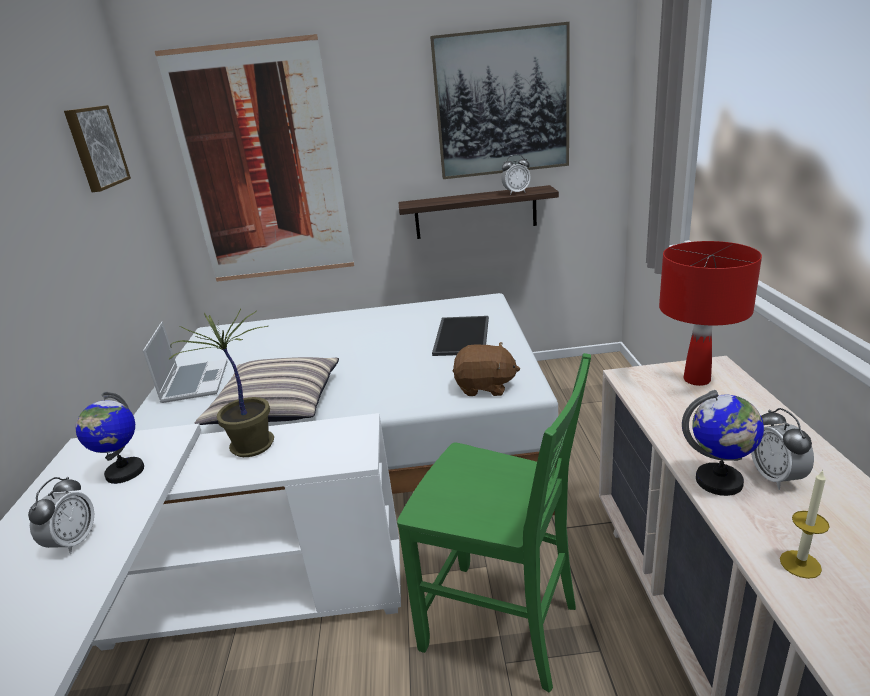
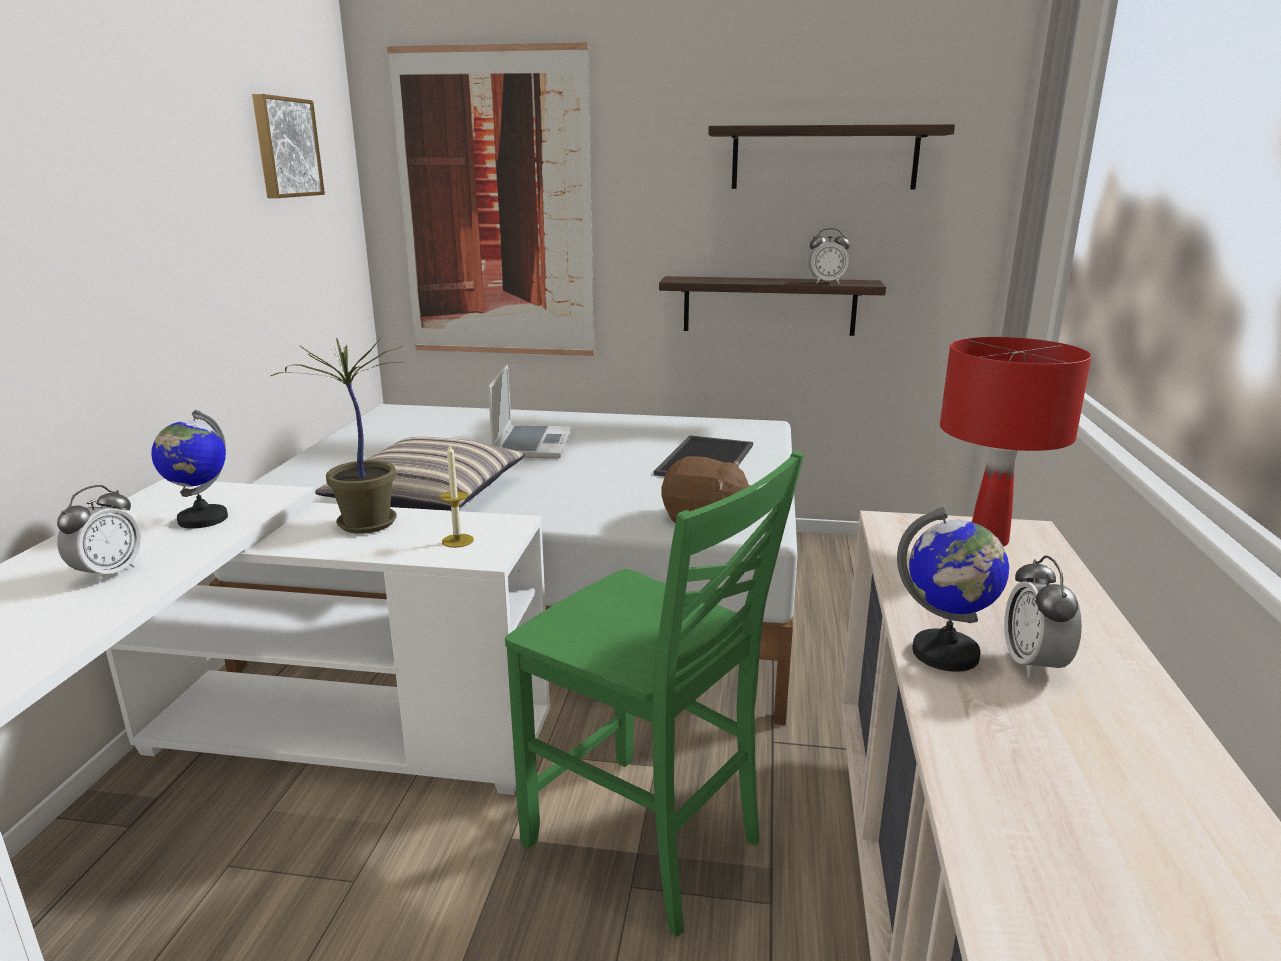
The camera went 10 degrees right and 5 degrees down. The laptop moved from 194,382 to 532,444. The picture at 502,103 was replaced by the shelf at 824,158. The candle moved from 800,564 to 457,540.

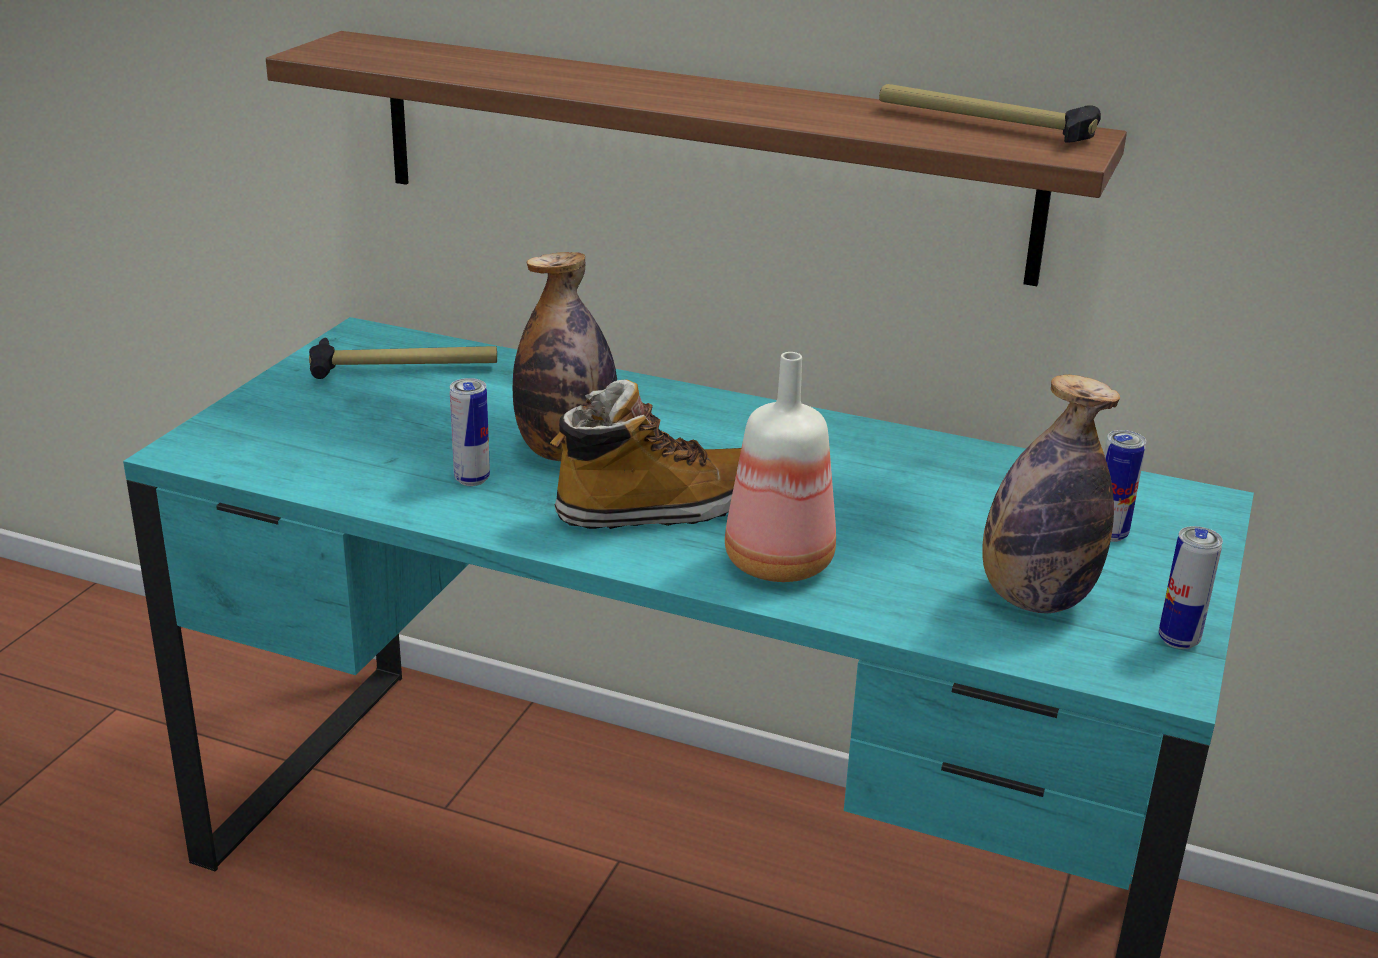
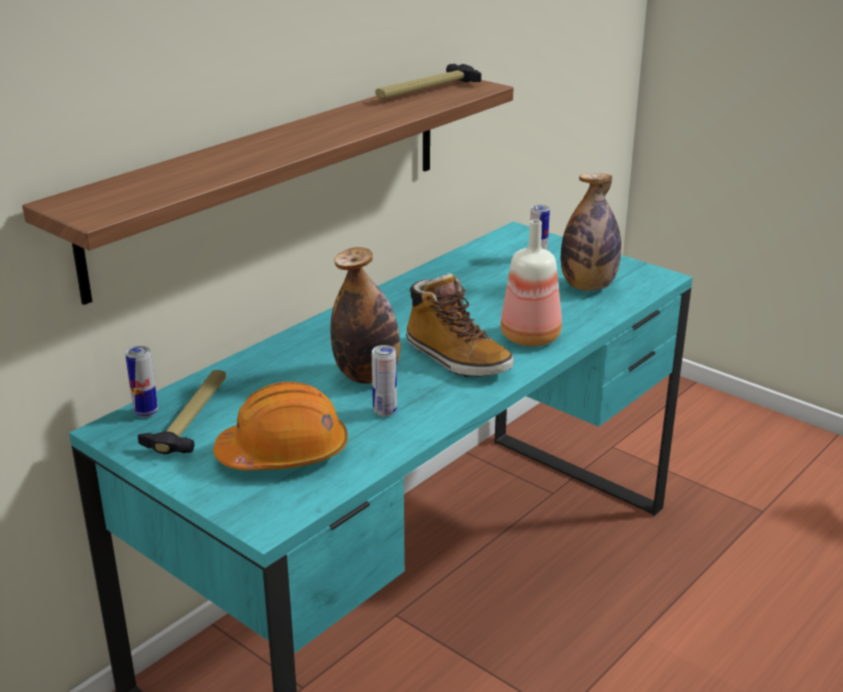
The camera went 70 degrees left and 0 degrees up. The boot at 658,509 turned 135 degrees clockwise. The can moved from 1178,640 to 146,412. The hard hat in orange at 284,453 appeared.

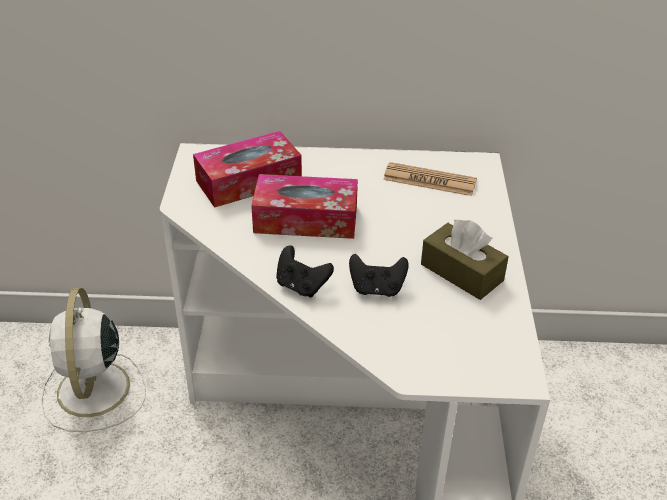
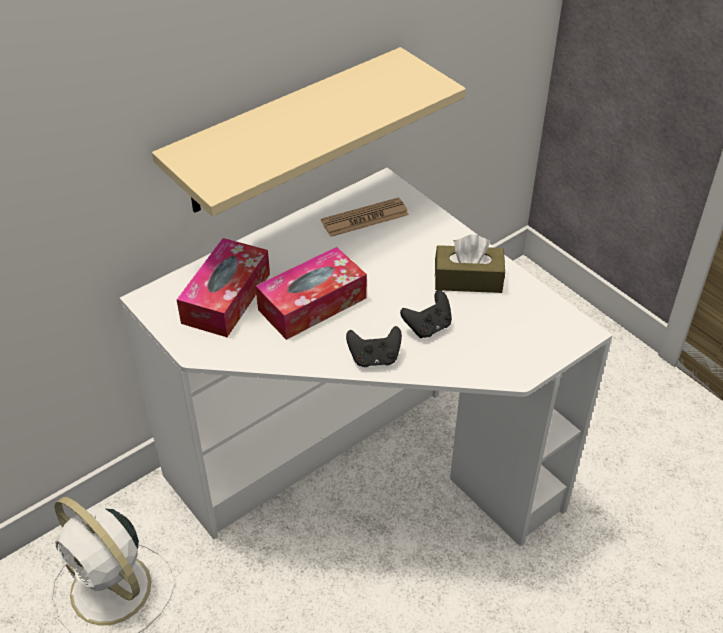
The camera went 40 degrees left and 5 degrees up. The shelf in beige at 286,132 appeared.

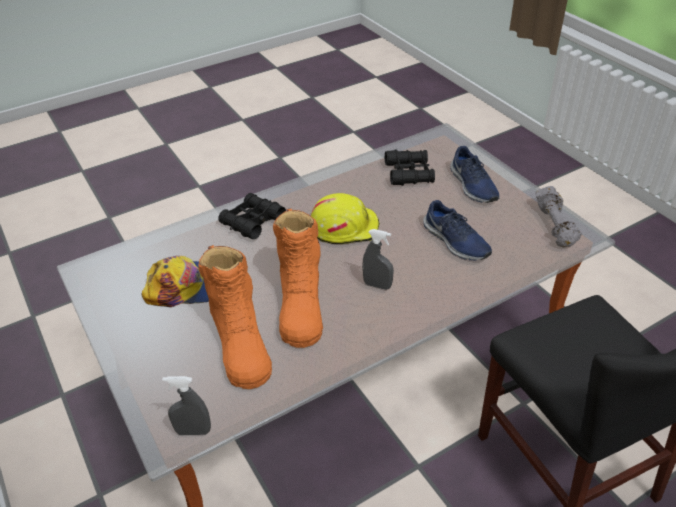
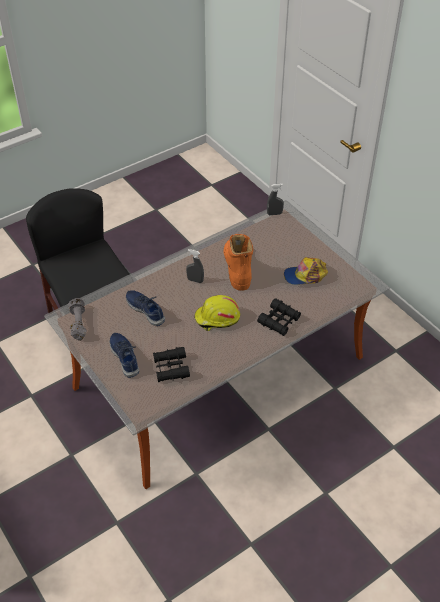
The camera went 175 degrees right and 5 degrees up. The boot in orange at 240,343 disappeared.

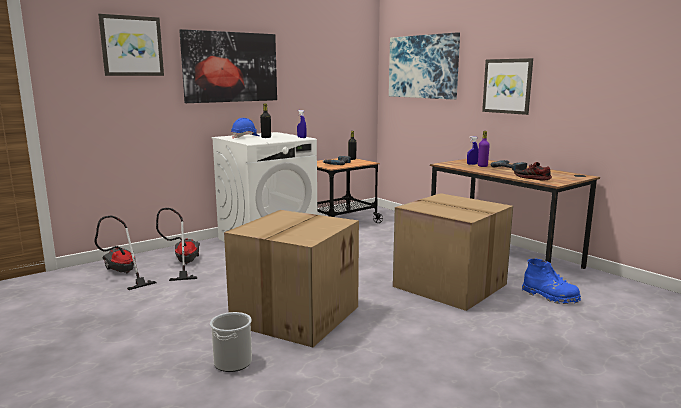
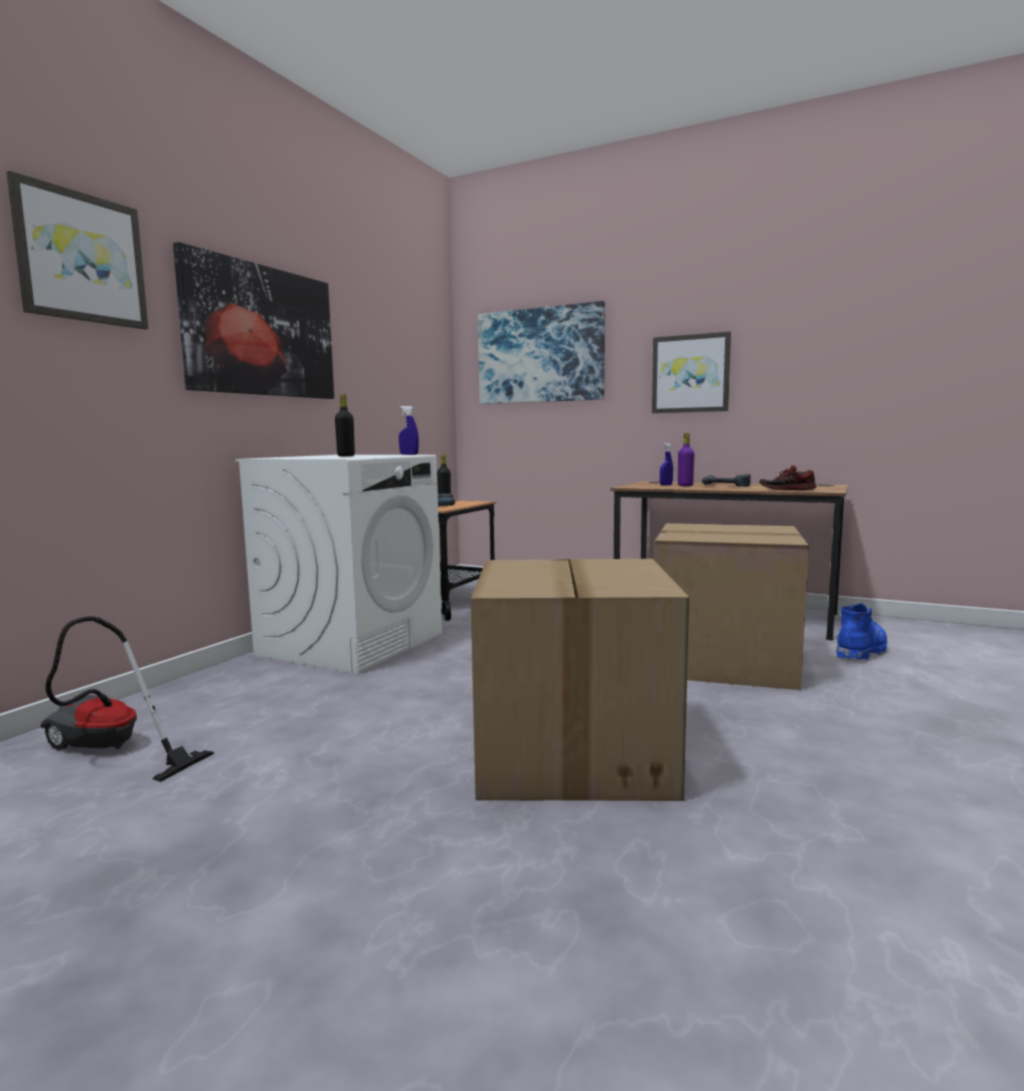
The camera went 25 degrees left and 5 degrees down. The vacuum cleaner at 183,264 disappeared. The bucket at 233,362 disappeared. The hard hat in blue at 245,137 disappeared. The boot in blue at 550,297 turned 60 degrees counterclockwise.

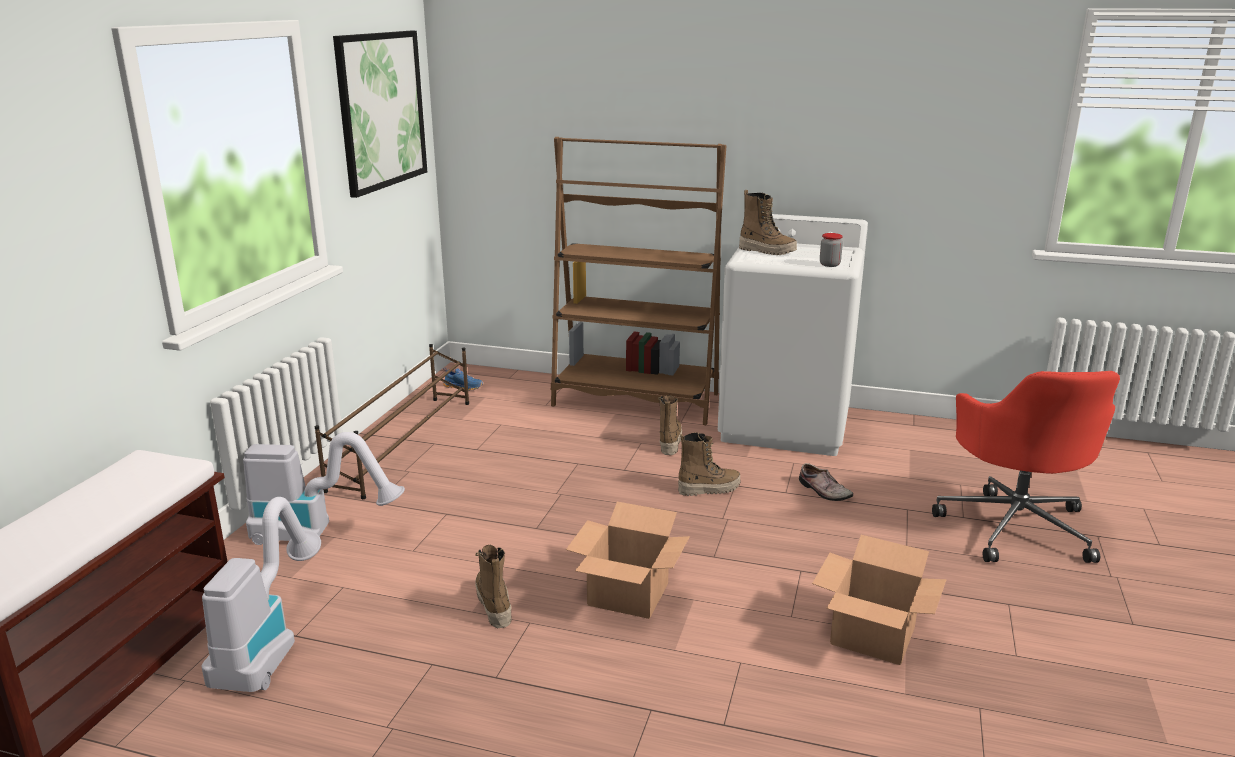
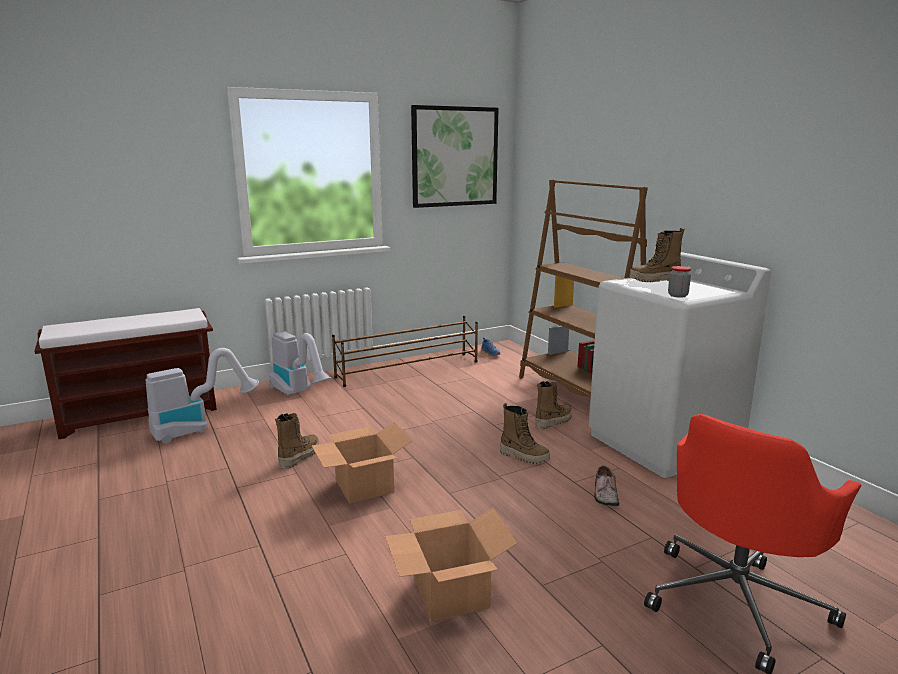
The camera went 45 degrees right and 5 degrees down. The boot at 767,251 turned 90 degrees clockwise.

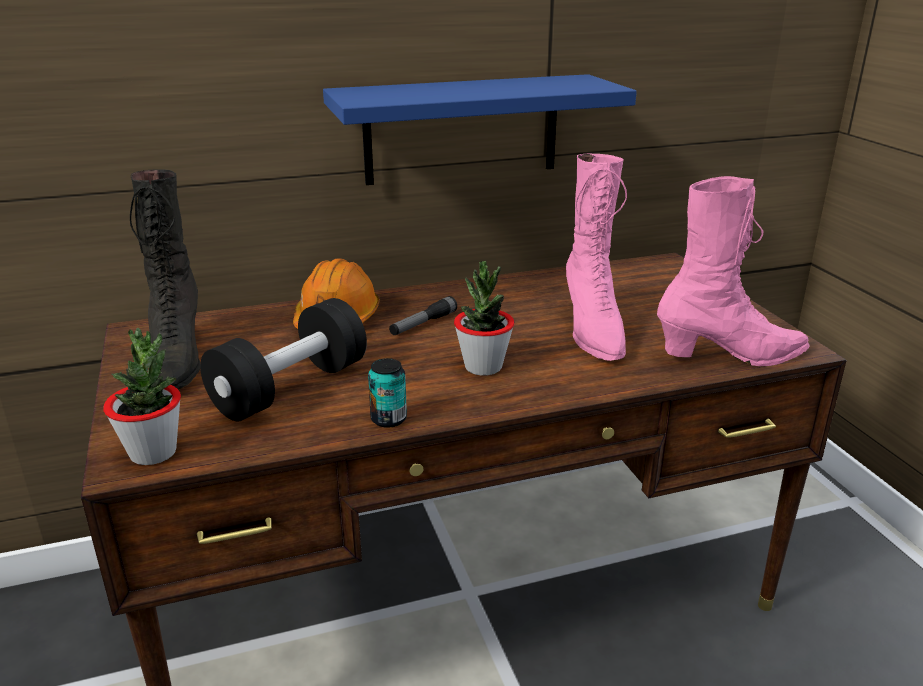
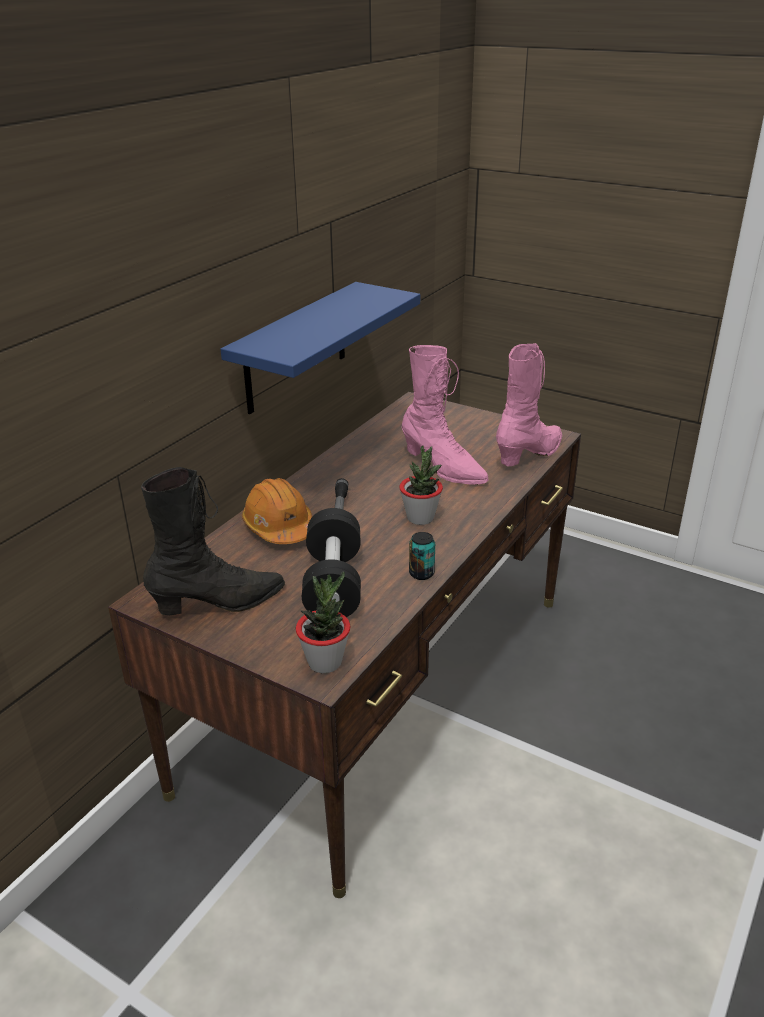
The camera went 40 degrees left and 5 degrees up. The boot in black at 176,358 turned 60 degrees counterclockwise.

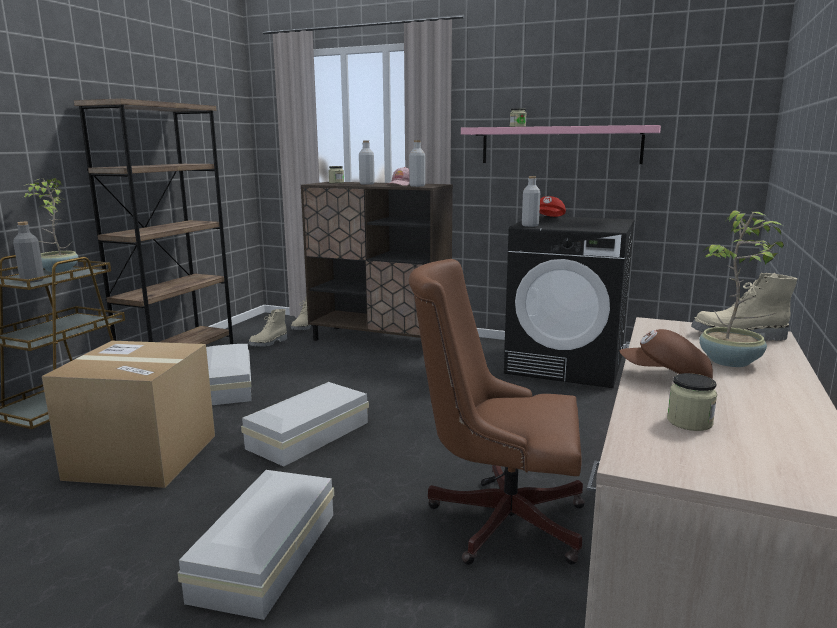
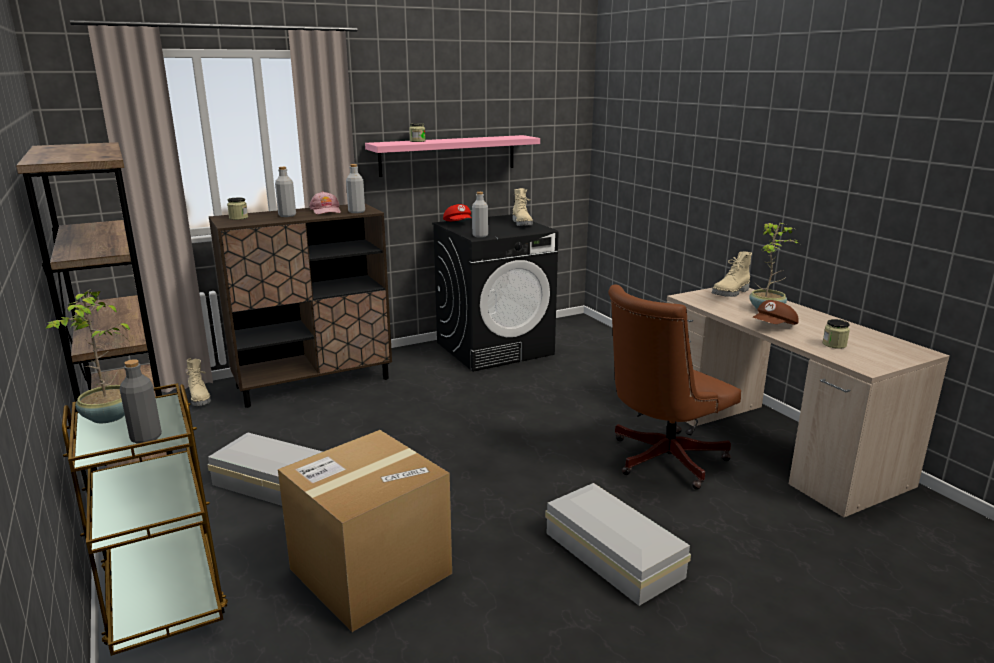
The camera went 50 degrees left and 5 degrees up. The storage box in white at 311,435 disappeared. The boot in beige moved from 269,343 to 522,224.

